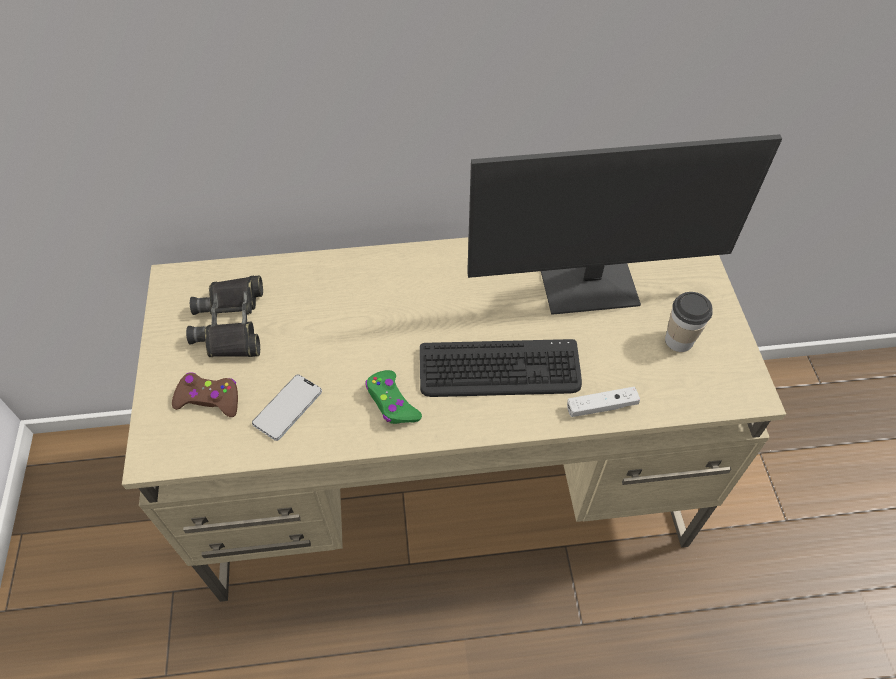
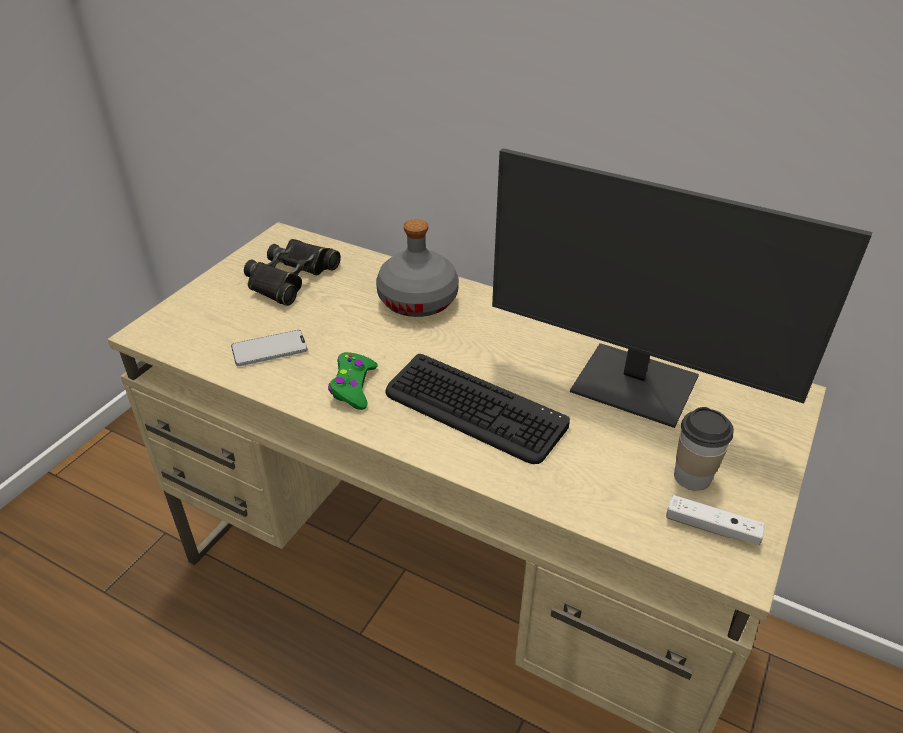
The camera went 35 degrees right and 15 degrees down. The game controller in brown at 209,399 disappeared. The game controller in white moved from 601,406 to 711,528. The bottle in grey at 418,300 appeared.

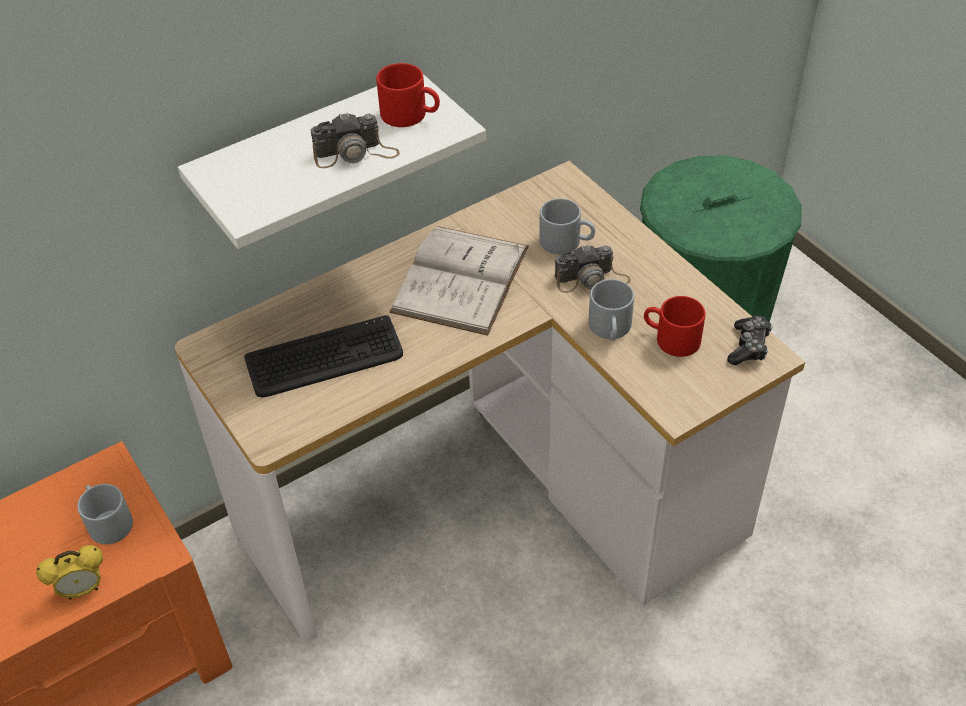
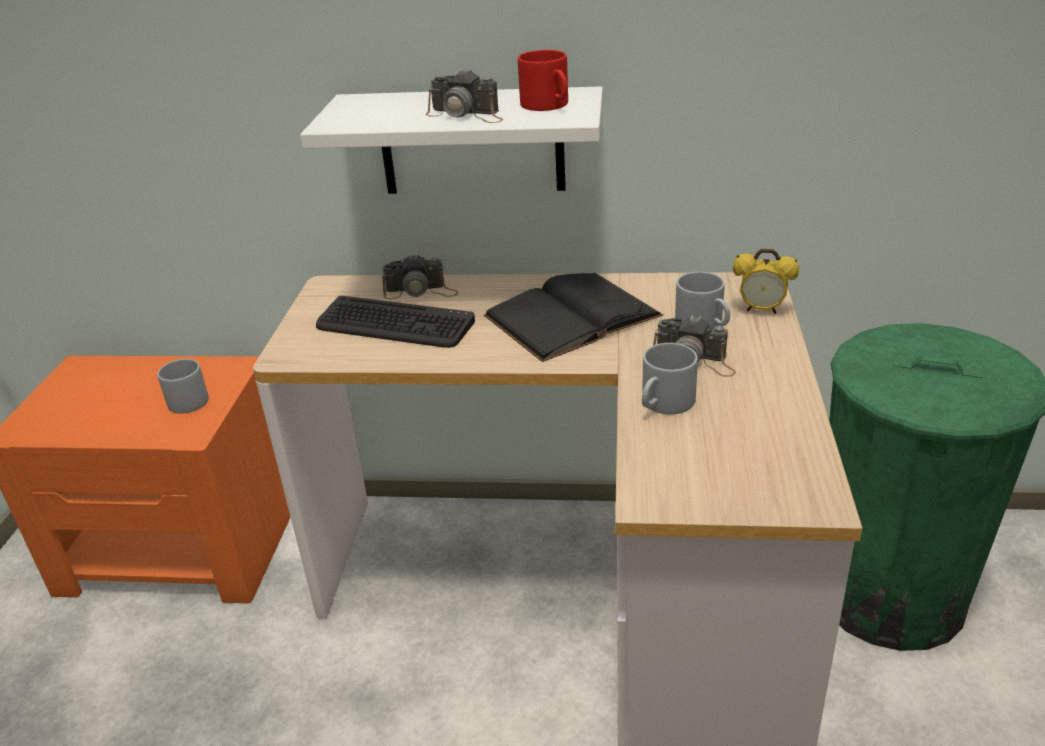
The camera went 40 degrees right and 15 degrees down. The alarm clock moved from 83,590 to 761,310. The book in white at 460,279 became the book in black at 572,316. The mug in red at 670,339 disappeared. The game controller at 749,346 disappeared. The photo camera at 421,291 appeared.

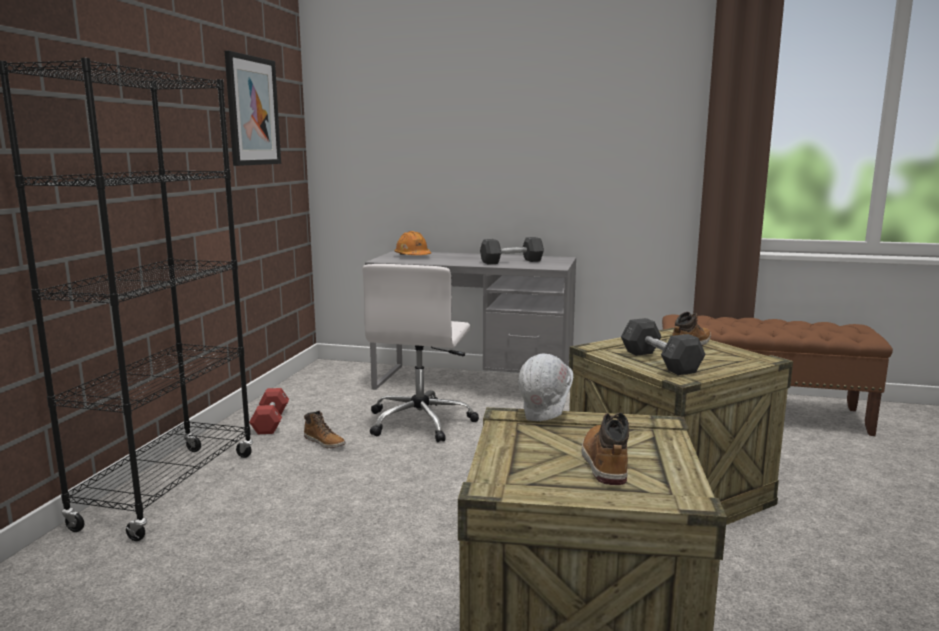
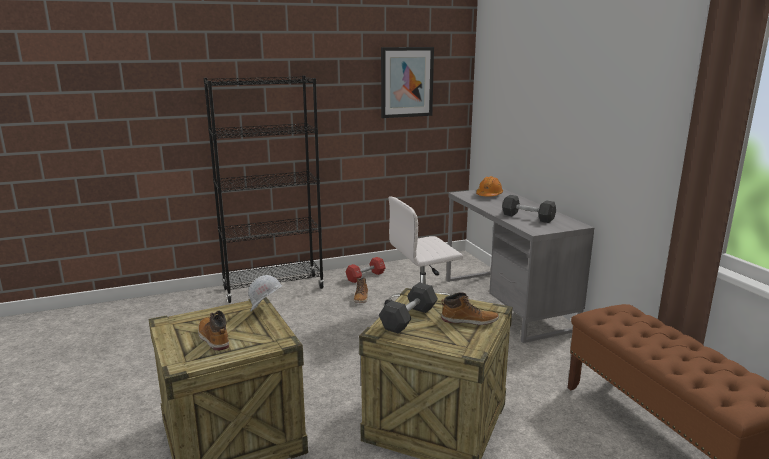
The camera went 55 degrees right and 5 degrees up. The boot at 604,462 turned 90 degrees counterclockwise.

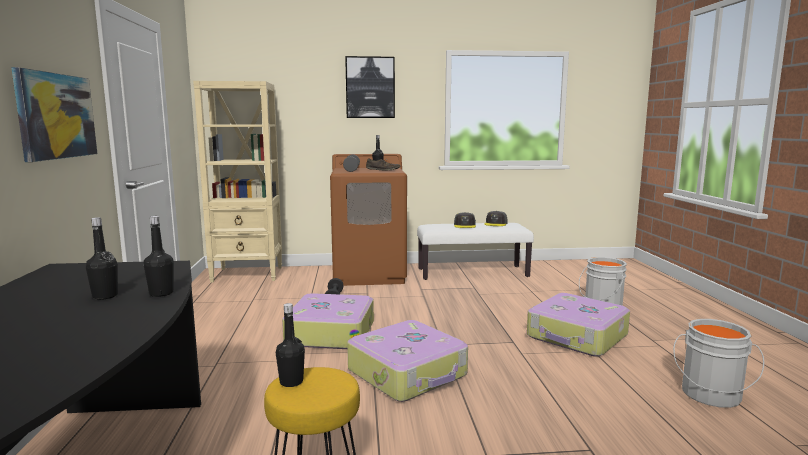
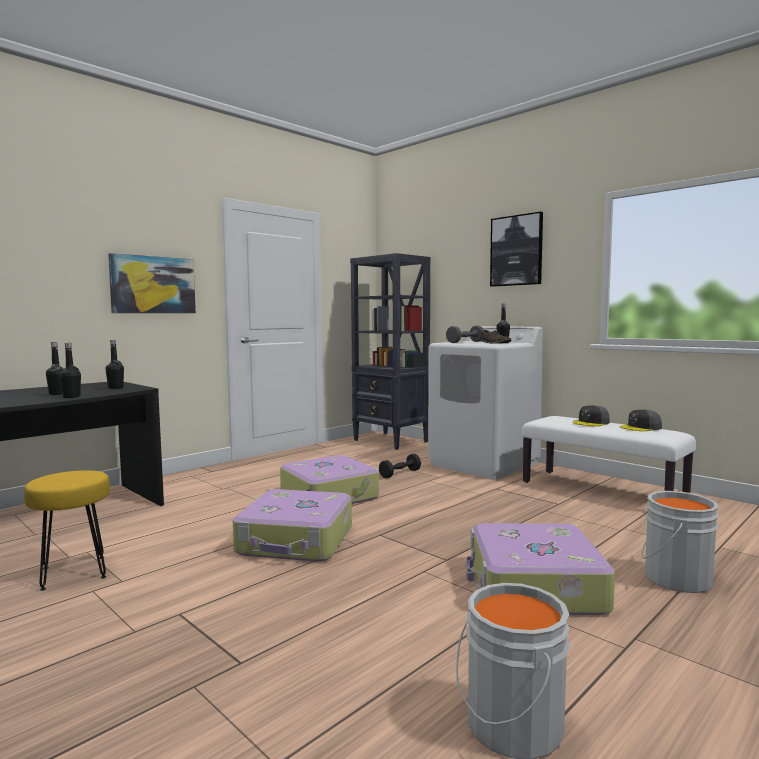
The camera went 50 degrees right and 5 degrees down. The bookcase in beige at 248,274 became the bookcase in black at 391,441. The bottle in black moved from 291,382 to 115,388. The washing machine in brown at 370,274 became the washing machine in white at 484,464.

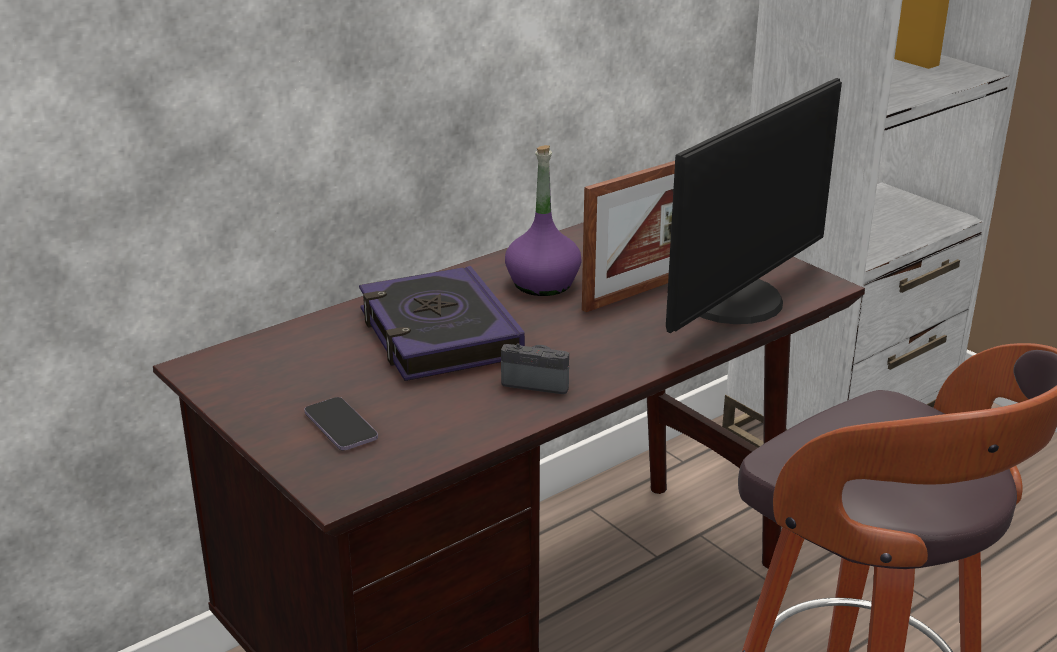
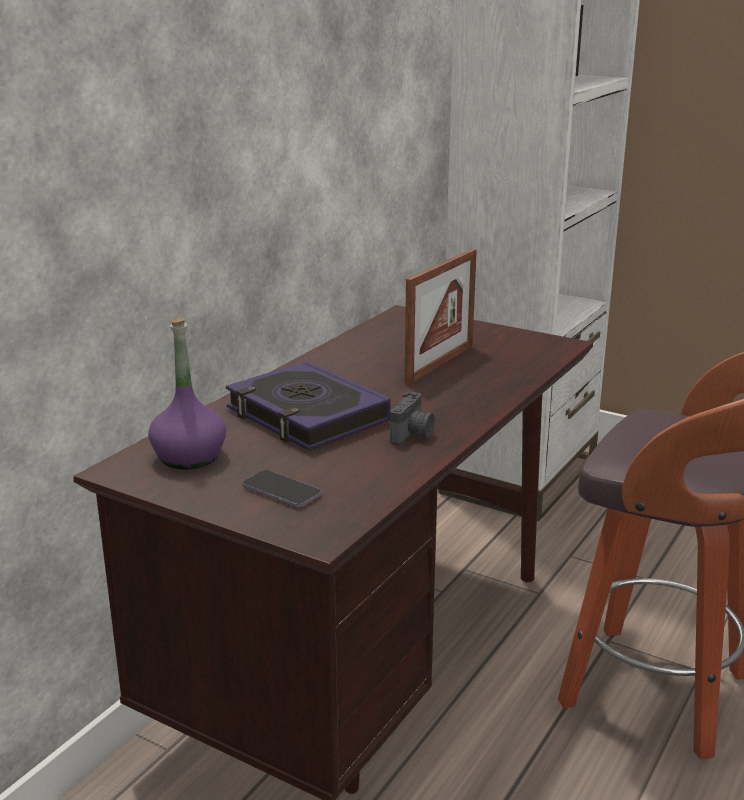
The camera went 20 degrees left and 5 degrees down. The photo camera at 537,381 turned 120 degrees clockwise. The bottle in purple moved from 542,284 to 189,457. The monitor at 737,302 disappeared.

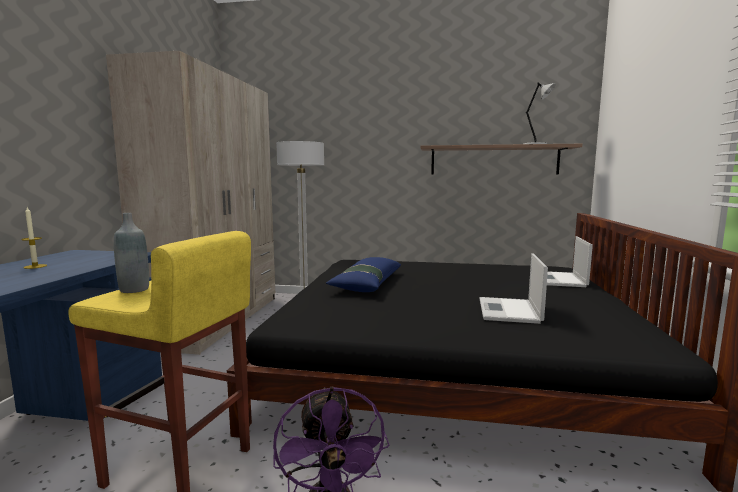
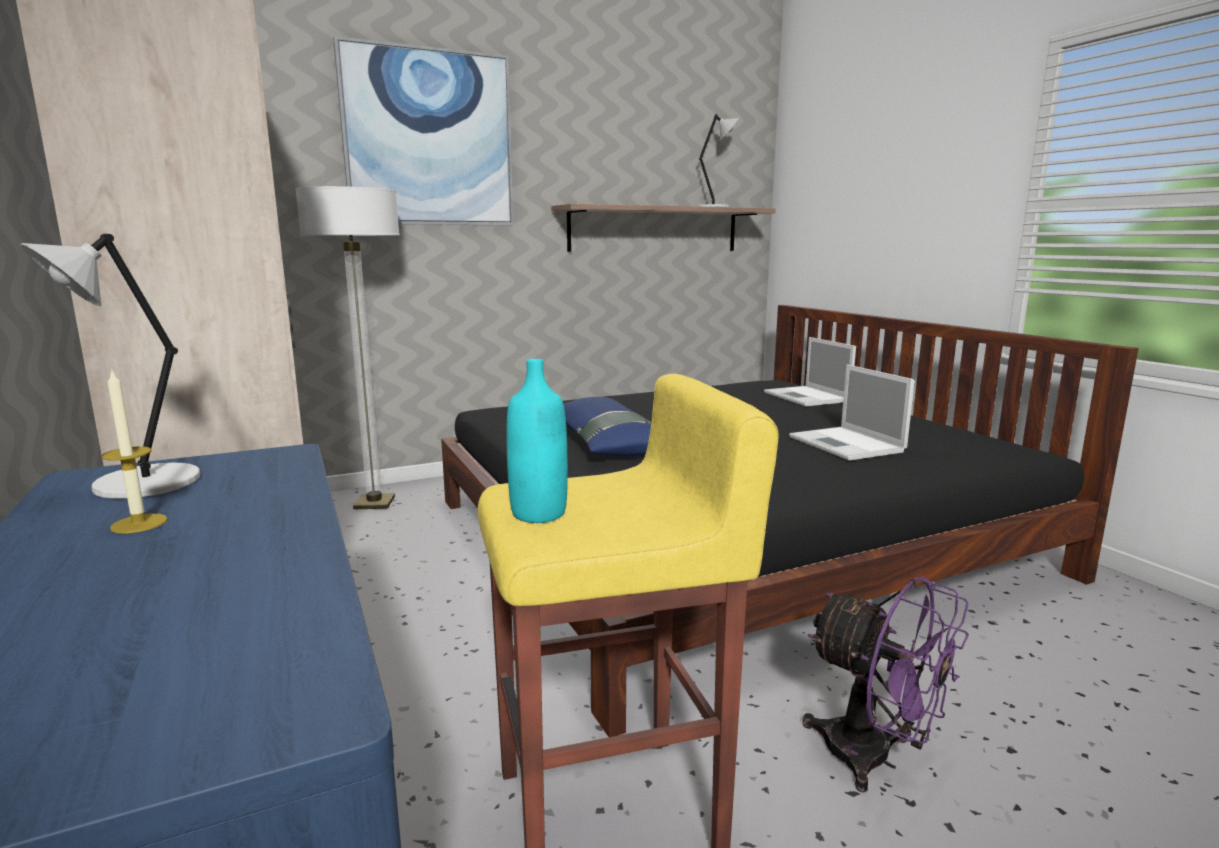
The camera went 35 degrees left and 5 degrees up. The bottle in grey at 134,289 became the bottle in turquoise at 538,513. The table lamp in grey at 141,485 appeared. The picture at 429,139 appeared.

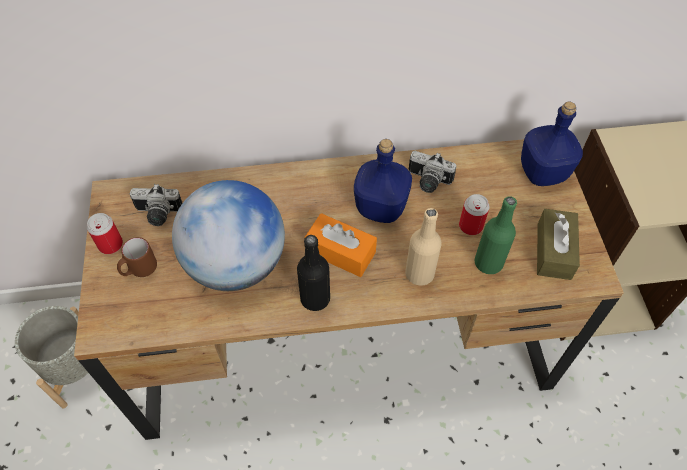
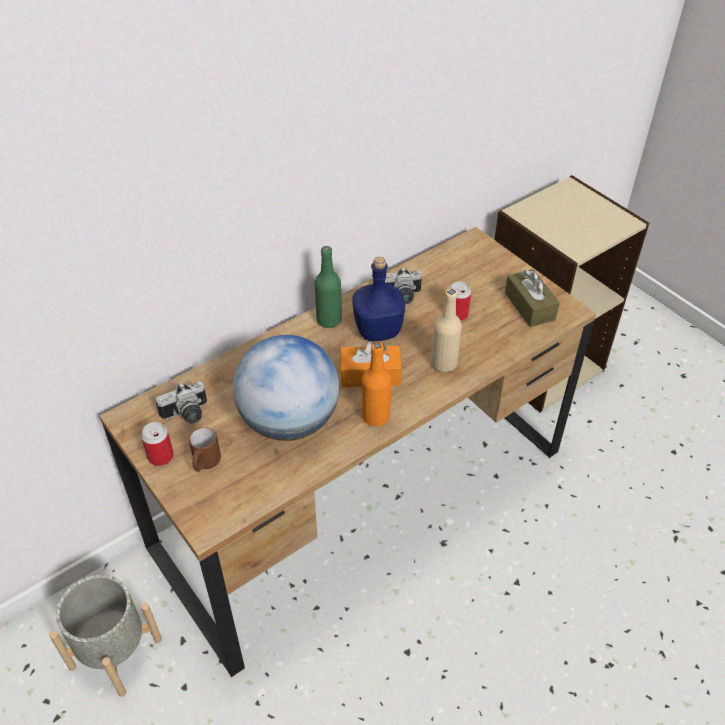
The camera went 30 degrees left and 10 degrees down. The bottle in black at 315,298 became the bottle in orange at 376,416. The bottle in green moved from 488,263 to 329,320. The bottle in blue at 543,173 disappeared.

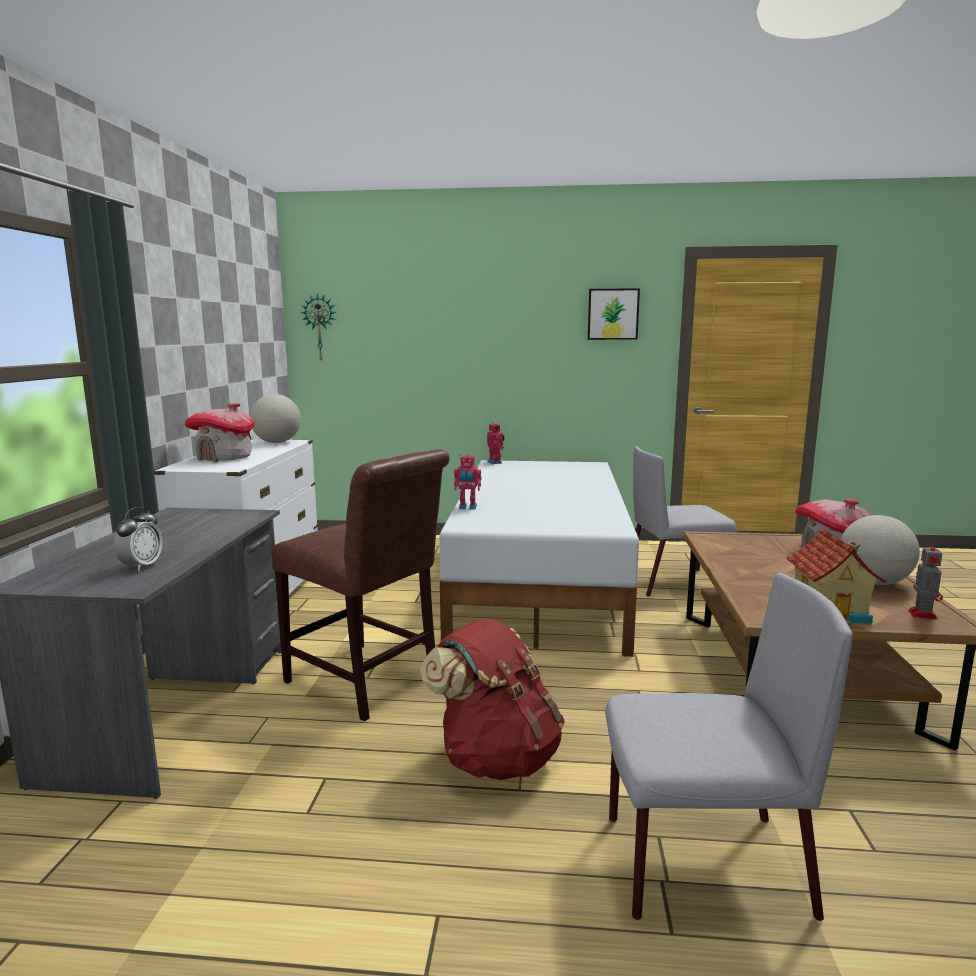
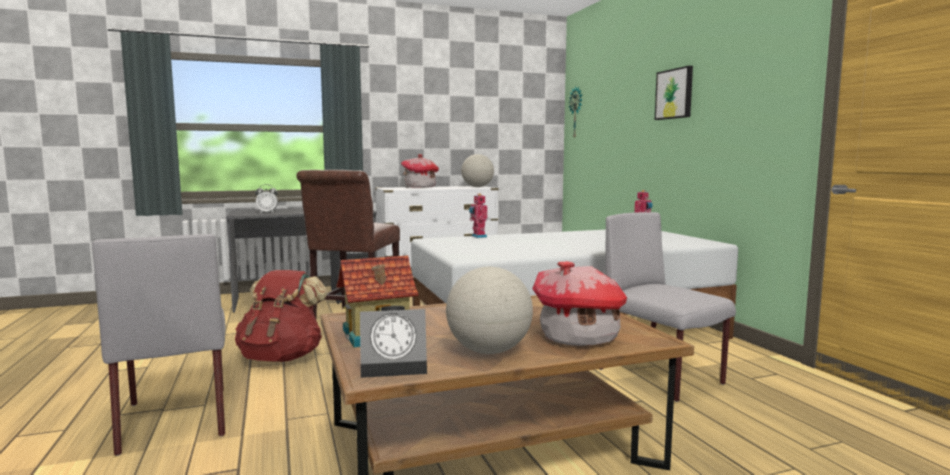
The camera went 65 degrees right and 5 degrees down. The picture moved from 613,314 to 675,94. The toy robot at 922,614 was replaced by the alarm clock at 396,366.

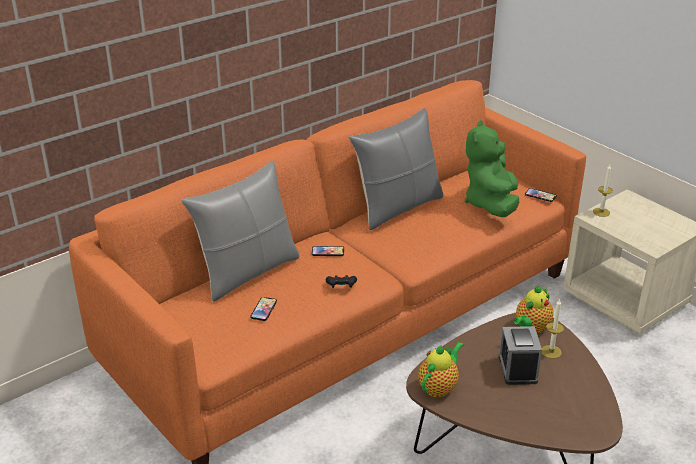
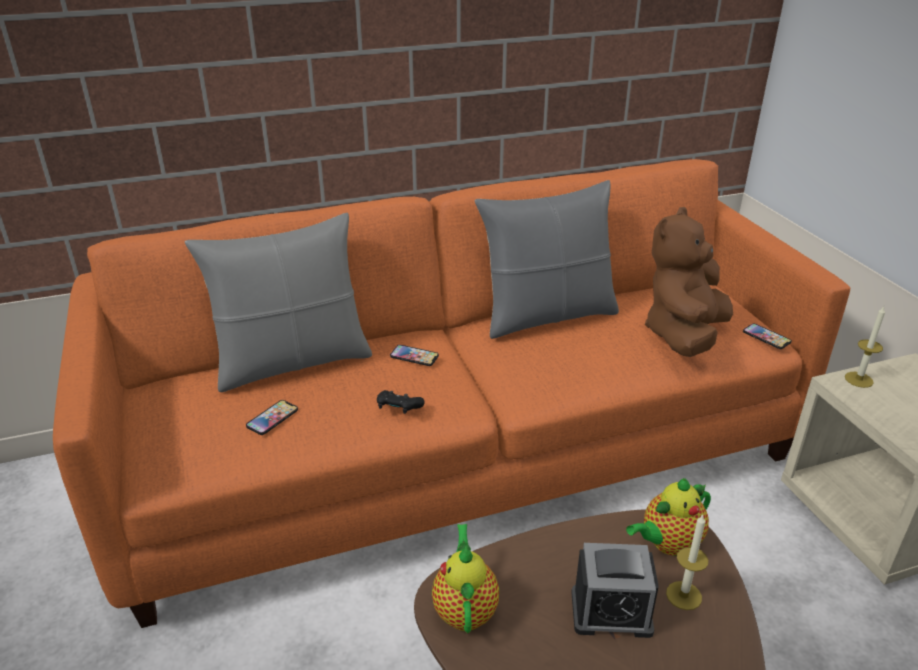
The camera went 20 degrees right and 0 degrees up. The teapot at 439,387 turned 60 degrees counterclockwise. The plush toy in green at 491,204 became the plush toy in brown at 684,335. The alarm clock at 517,369 turned 105 degrees counterclockwise.

